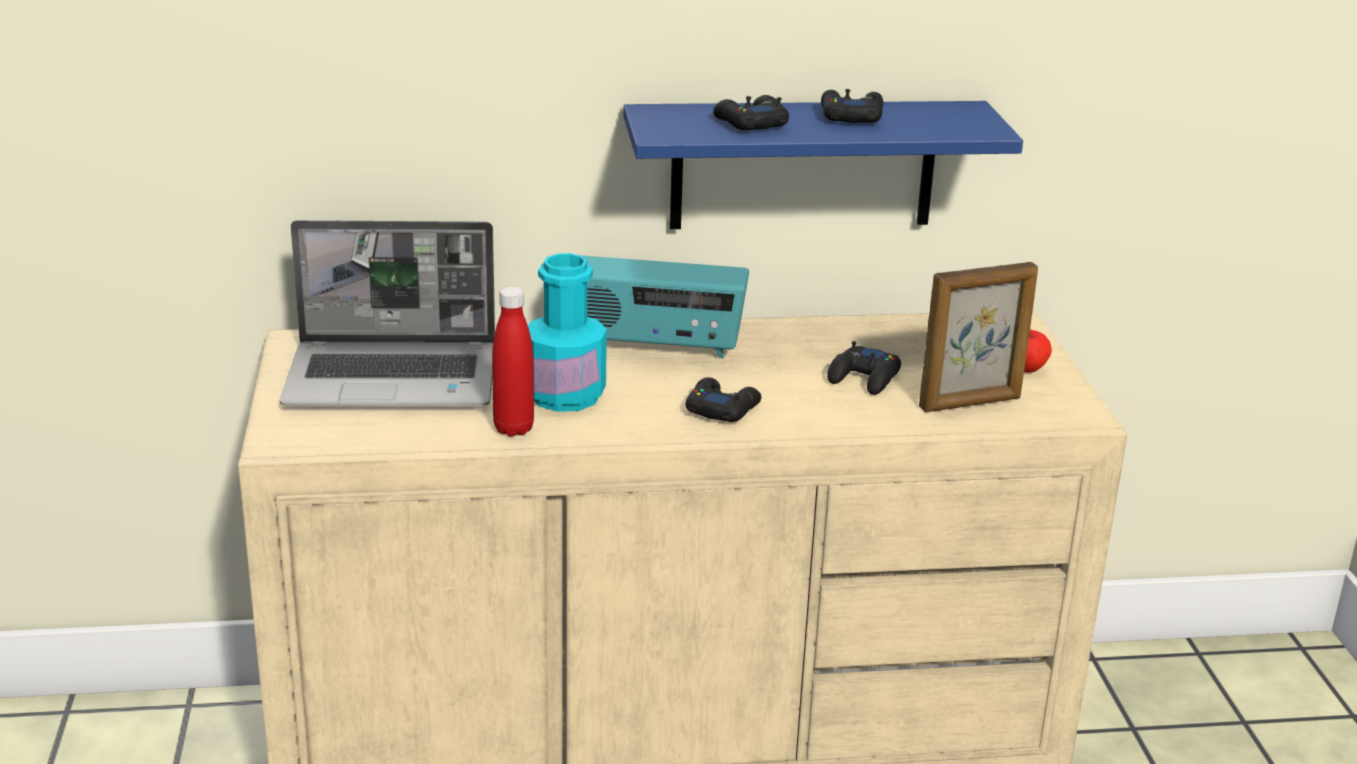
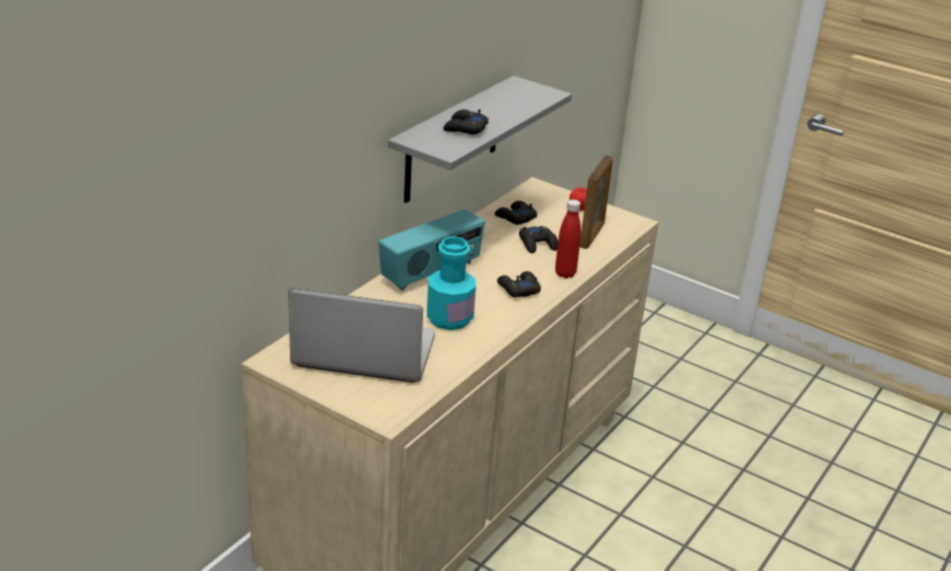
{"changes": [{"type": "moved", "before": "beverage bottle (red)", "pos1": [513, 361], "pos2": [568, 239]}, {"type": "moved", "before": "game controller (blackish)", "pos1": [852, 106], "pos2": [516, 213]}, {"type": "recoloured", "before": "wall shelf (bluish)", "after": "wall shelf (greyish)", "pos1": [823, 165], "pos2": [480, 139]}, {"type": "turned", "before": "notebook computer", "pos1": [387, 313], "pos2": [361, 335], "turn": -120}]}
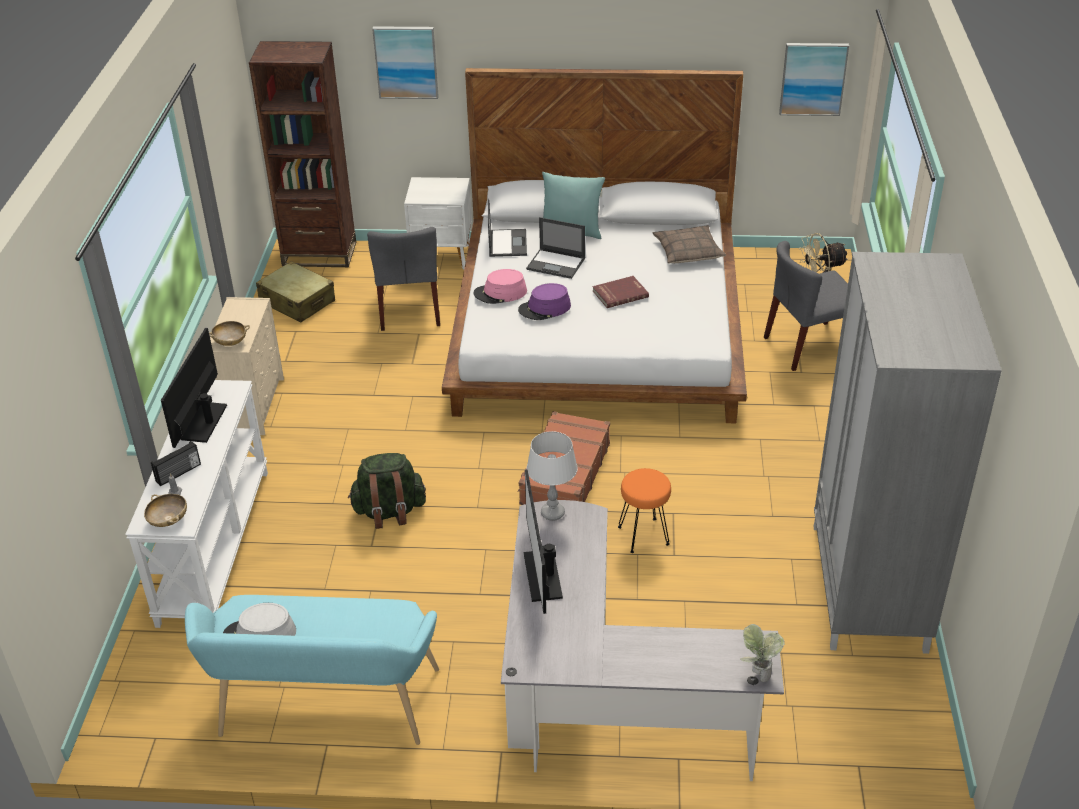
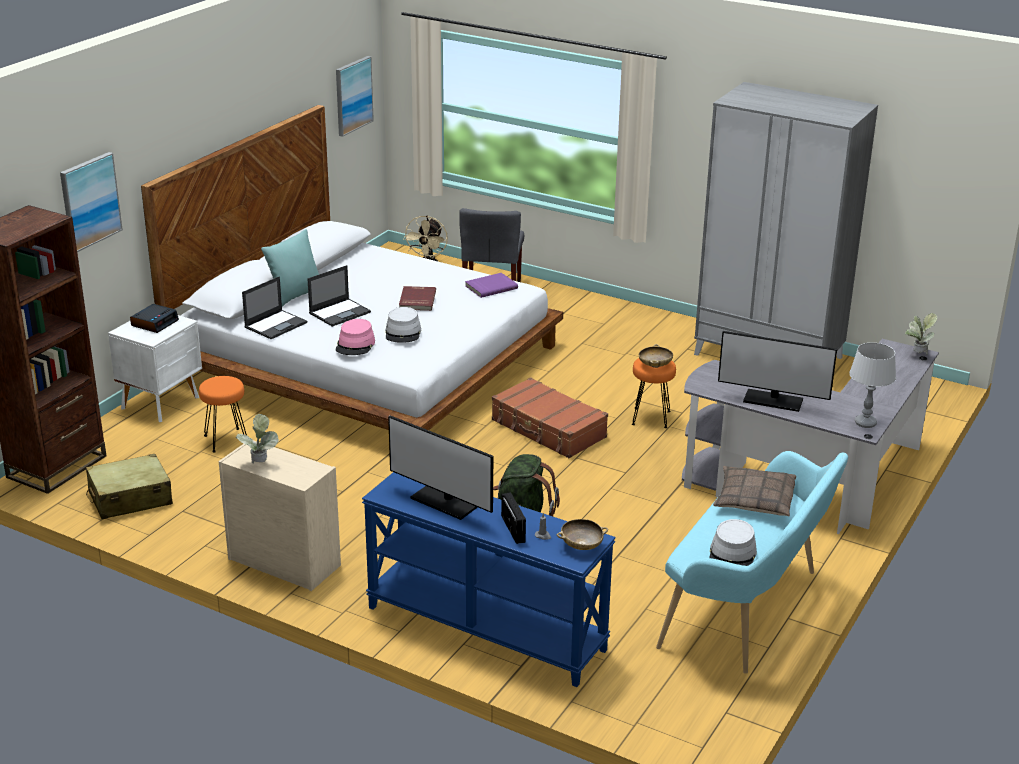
{"changes": [{"type": "added", "after": "bedside clock", "pos2": [154, 318]}, {"type": "added", "after": "potted plant", "pos2": [257, 439]}, {"type": "added", "after": "volume (purple)", "pos2": [491, 285]}, {"type": "moved", "before": "deep dish (sand-coloured)", "pos1": [229, 333], "pos2": [656, 356]}, {"type": "moved", "before": "lamp for a table (greyish)", "pos1": [552, 476], "pos2": [872, 385]}, {"type": "moved", "before": "cushion", "pos1": [689, 244], "pos2": [754, 491]}, {"type": "replaced", "before": "upright chair (greyish)", "after": "stool (orangey)", "pos1": [403, 279], "pos2": [223, 414]}, {"type": "recoloured", "before": "console table (white-coloured)", "after": "console table (bluish)", "pos1": [196, 504], "pos2": [489, 579]}, {"type": "recoloured", "before": "wearable hat (purple)", "after": "wearable hat (greyish)", "pos1": [544, 301], "pos2": [403, 325]}, {"type": "turned", "before": "notebook computer", "pos1": [507, 228], "pos2": [274, 307], "turn": 105}]}
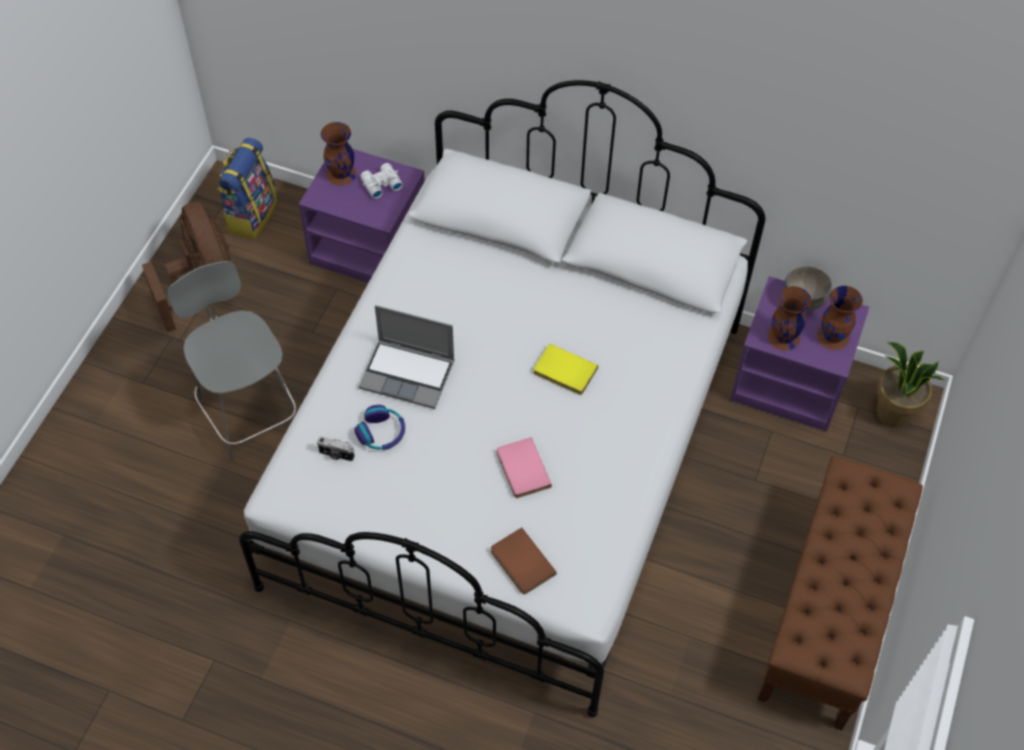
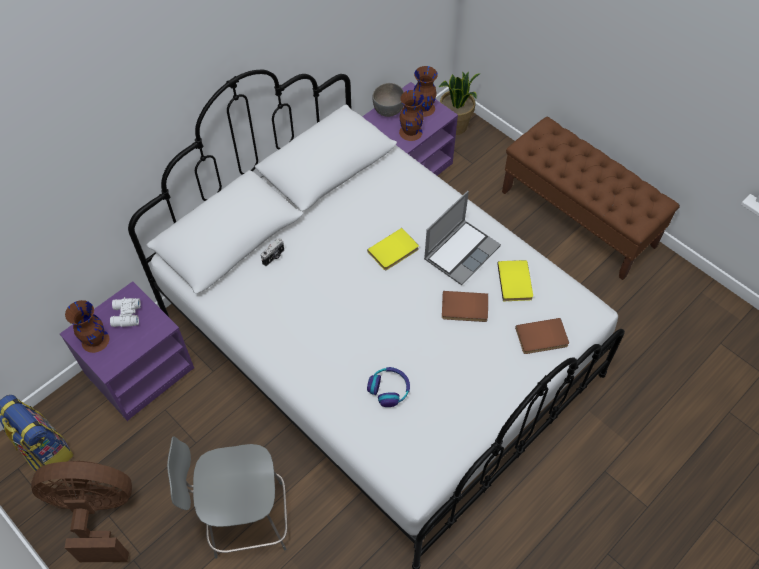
{"changes": [{"type": "added", "after": "volume (yellow)", "pos2": [515, 280]}, {"type": "moved", "before": "photo camera", "pos1": [336, 449], "pos2": [272, 252]}, {"type": "moved", "before": "notebook computer", "pos1": [407, 357], "pos2": [462, 238]}, {"type": "recoloured", "before": "volume (pinkish)", "after": "volume (brownish)", "pos1": [524, 467], "pos2": [465, 306]}]}
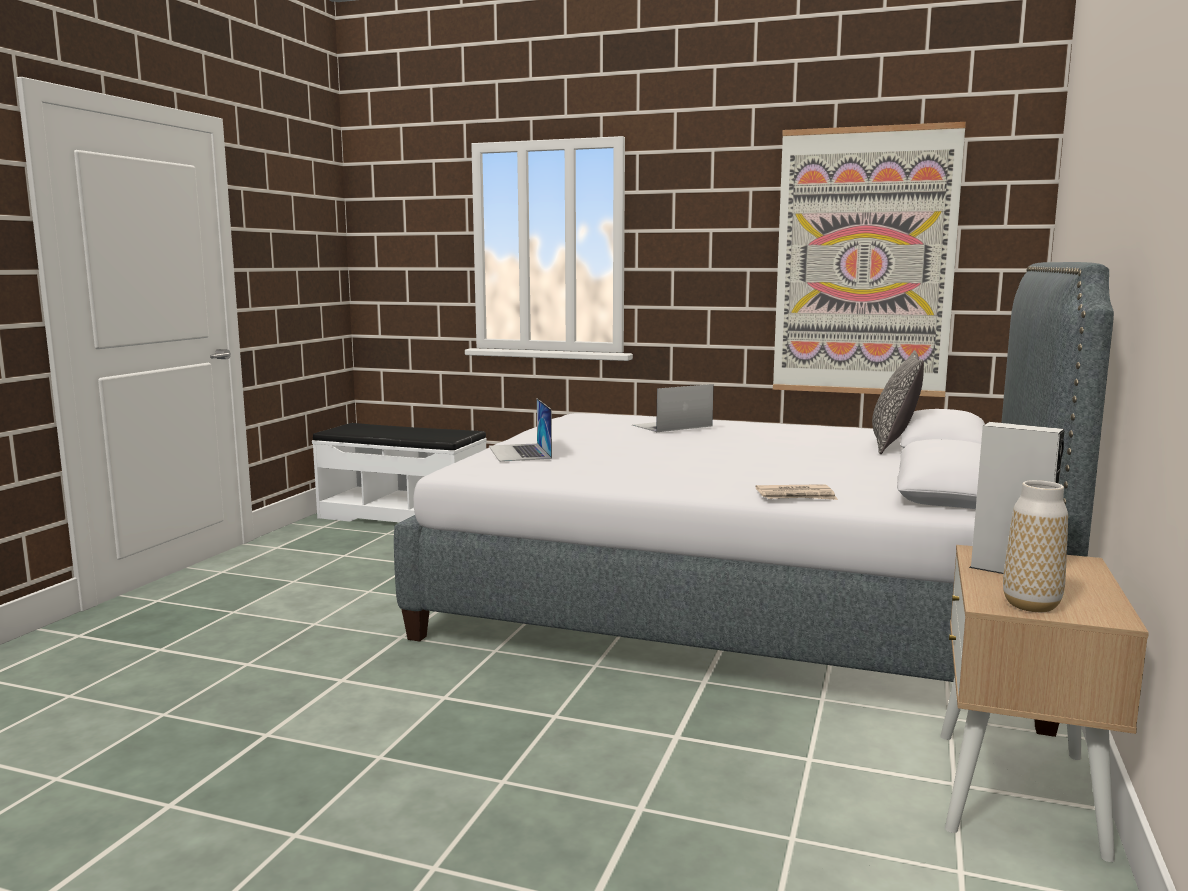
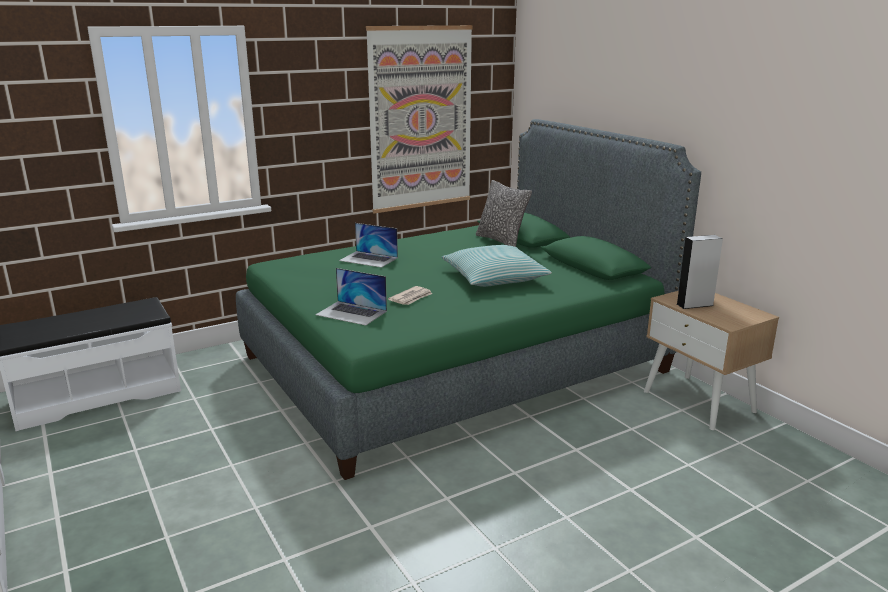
{"changes": [{"type": "removed", "before": "flower vase", "pos1": [1035, 546]}, {"type": "added", "after": "cushion", "pos2": [496, 266]}, {"type": "moved", "before": "newspaper", "pos1": [797, 492], "pos2": [410, 295]}, {"type": "recoloured", "before": "bedroom bed (greyish)", "after": "bedroom bed (greenish)", "pos1": [754, 499], "pos2": [468, 299]}, {"type": "turned", "before": "notebook computer", "pos1": [673, 408], "pos2": [368, 245], "turn": -75}]}
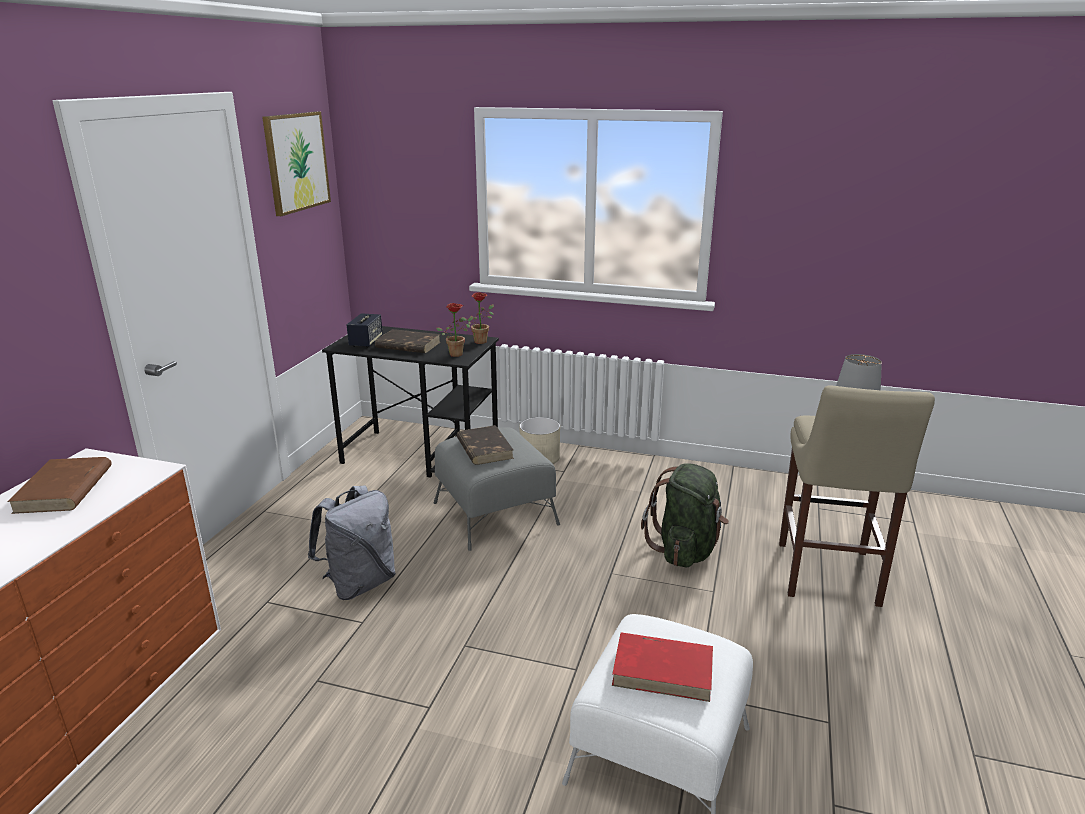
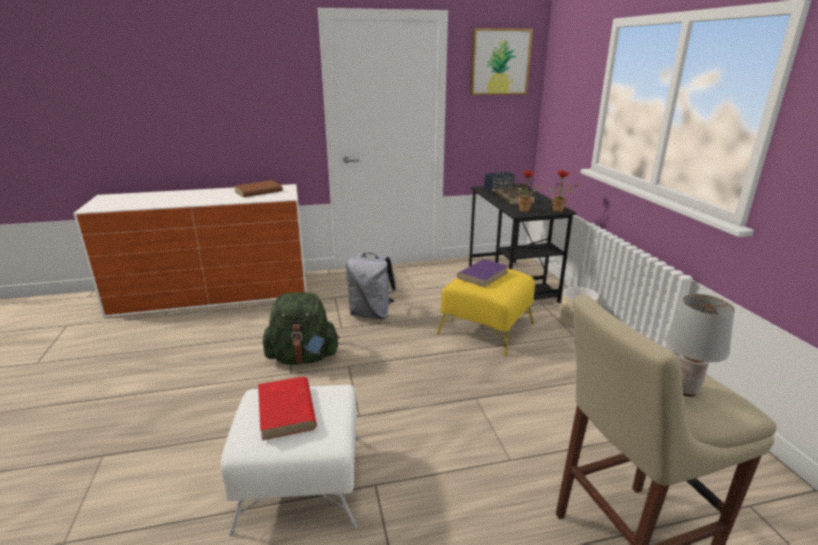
{"changes": [{"type": "moved", "before": "backpack (greenish)", "pos1": [685, 515], "pos2": [301, 328]}, {"type": "recoloured", "before": "pouffe (greyish)", "after": "pouffe (yellow)", "pos1": [497, 489], "pos2": [486, 313]}, {"type": "recoloured", "before": "volume (brownish)", "after": "volume (purple)", "pos1": [485, 445], "pos2": [482, 273]}]}
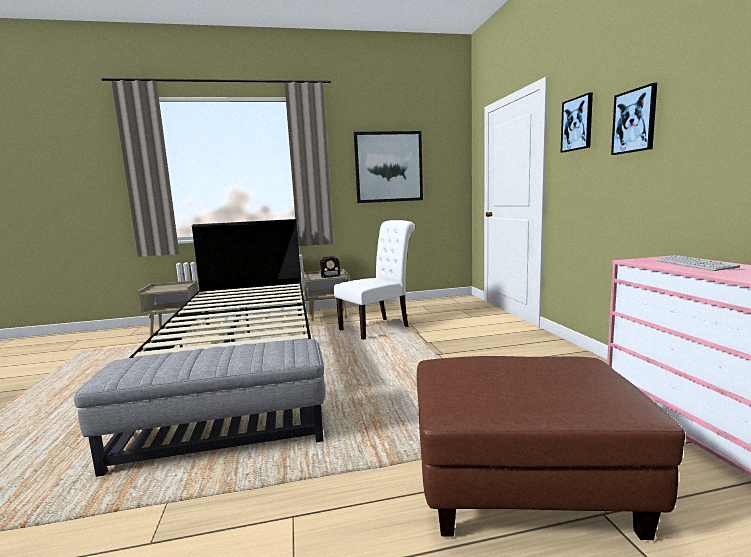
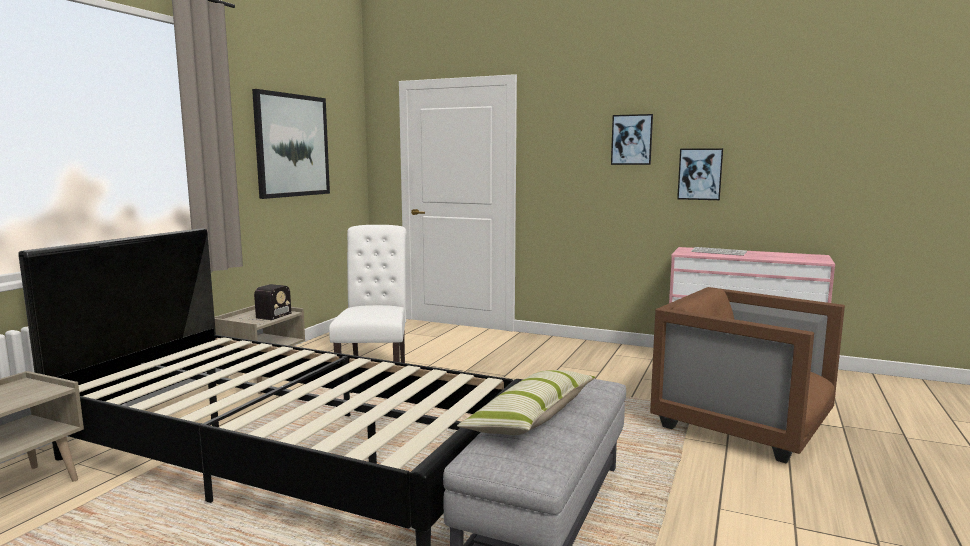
{"changes": [{"type": "added", "after": "cushion", "pos2": [526, 402]}, {"type": "moved", "before": "picture", "pos1": [577, 122], "pos2": [700, 174]}, {"type": "replaced", "before": "pouffe (brownish)", "after": "lounge chair (brownish)", "pos1": [551, 448], "pos2": [747, 375]}]}
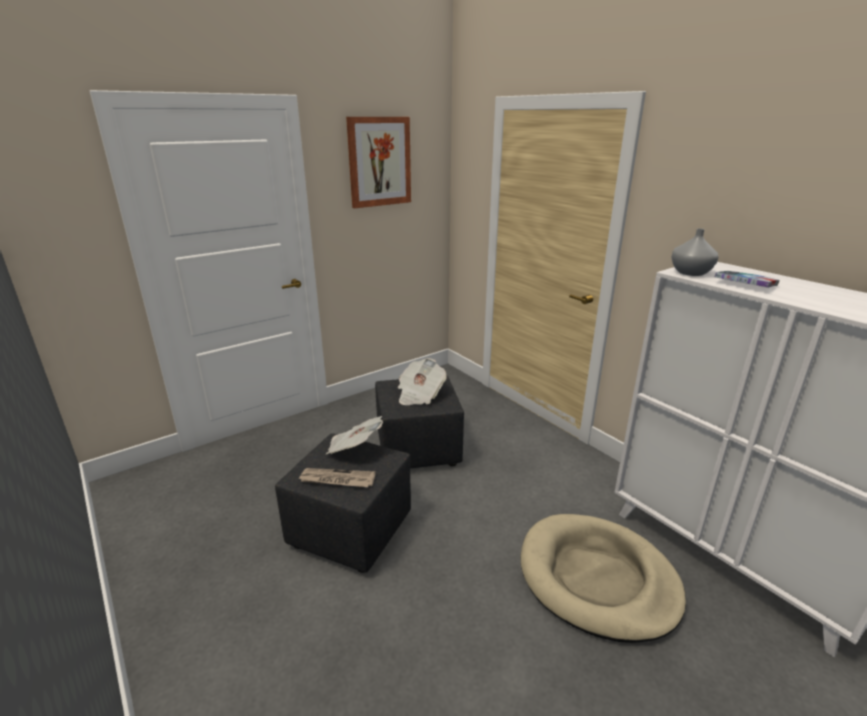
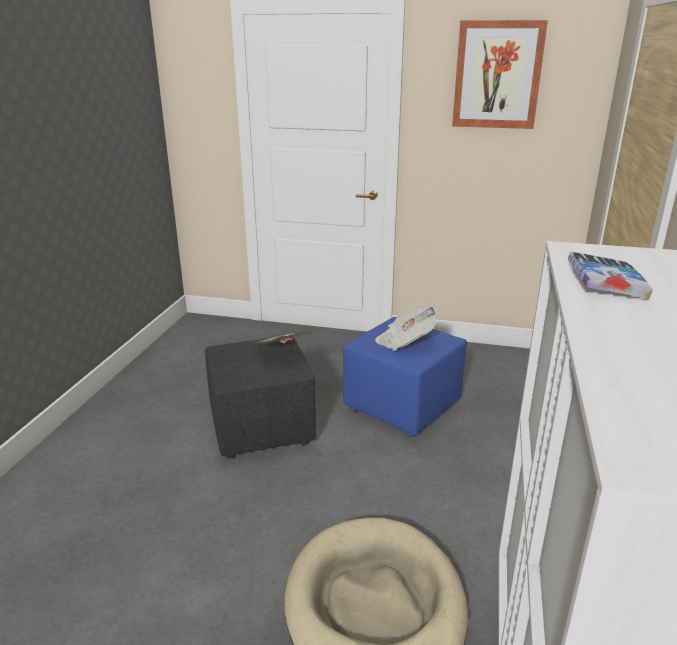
{"changes": [{"type": "removed", "before": "newspaper", "pos1": [337, 477]}, {"type": "removed", "before": "flower vase (greyish)", "pos1": [695, 252]}, {"type": "recoloured", "before": "pouffe (blackish)", "after": "pouffe (bluish)", "pos1": [419, 421], "pos2": [405, 377]}]}
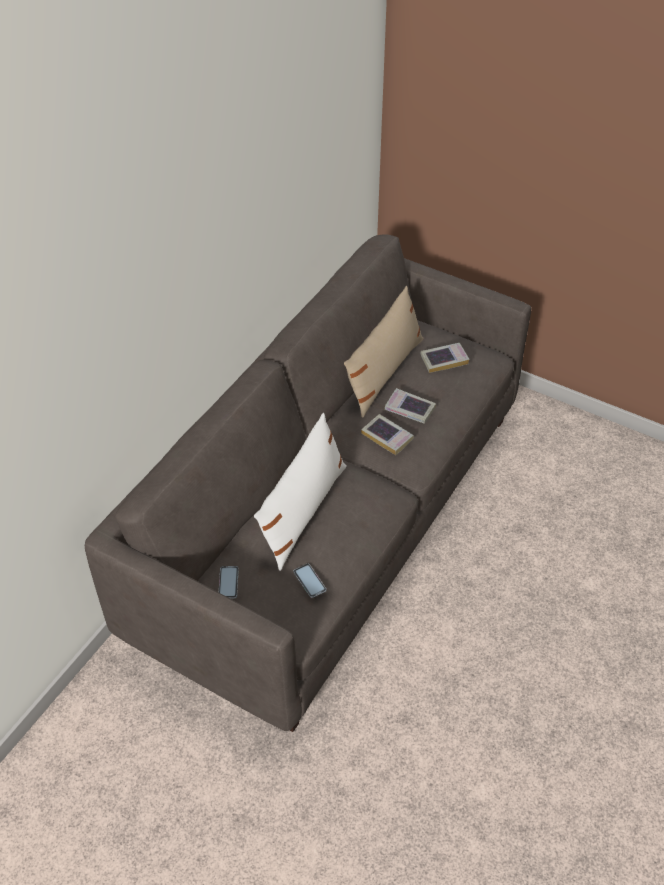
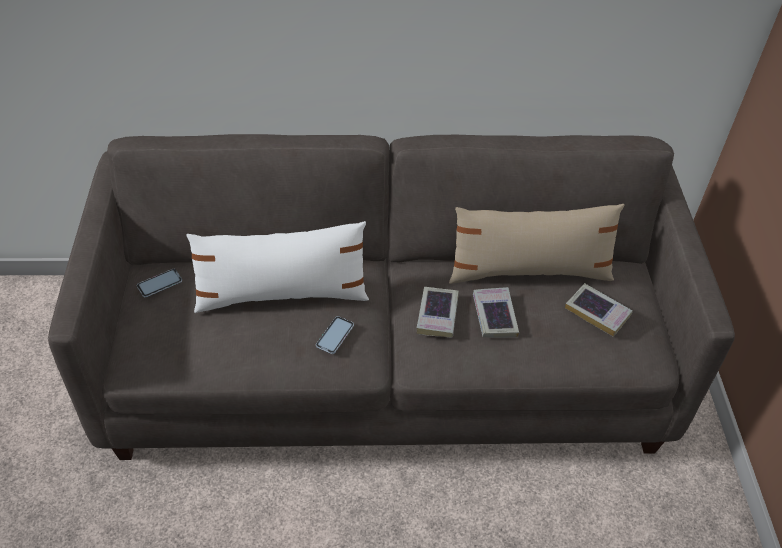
{"changes": [{"type": "moved", "before": "phone", "pos1": [310, 581], "pos2": [335, 335]}]}
